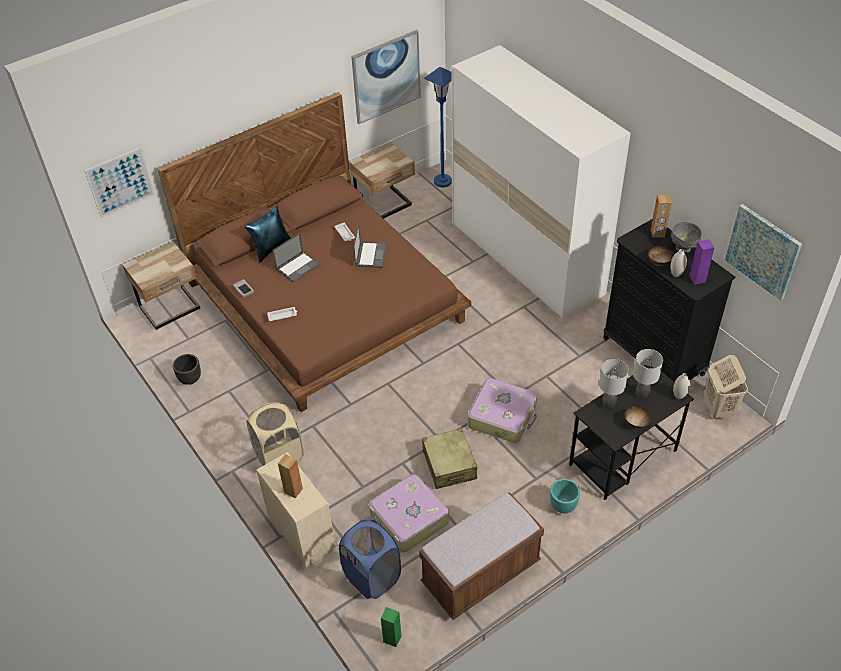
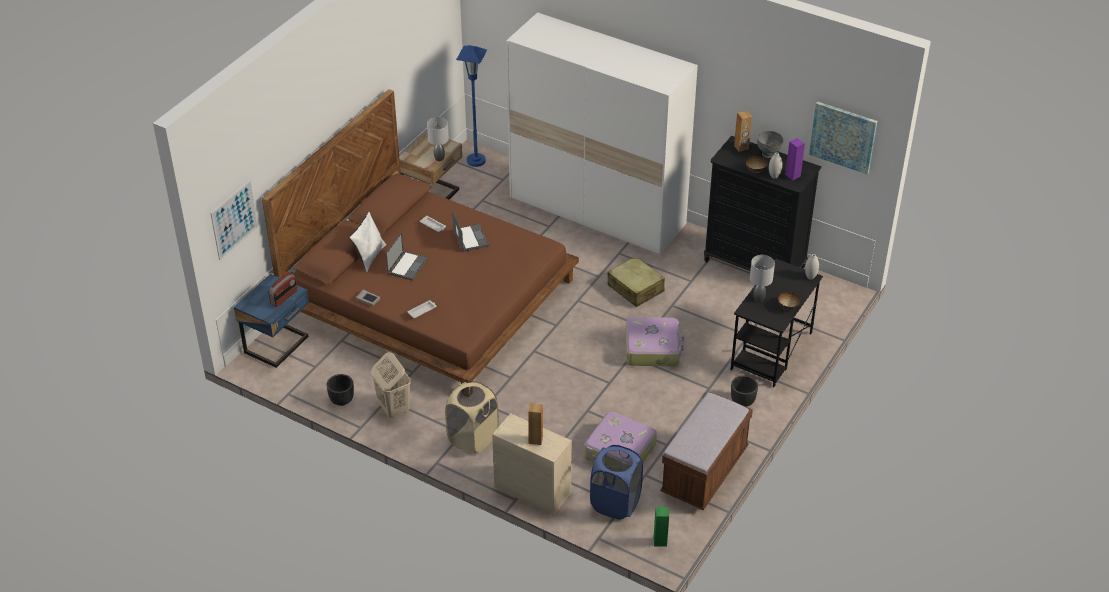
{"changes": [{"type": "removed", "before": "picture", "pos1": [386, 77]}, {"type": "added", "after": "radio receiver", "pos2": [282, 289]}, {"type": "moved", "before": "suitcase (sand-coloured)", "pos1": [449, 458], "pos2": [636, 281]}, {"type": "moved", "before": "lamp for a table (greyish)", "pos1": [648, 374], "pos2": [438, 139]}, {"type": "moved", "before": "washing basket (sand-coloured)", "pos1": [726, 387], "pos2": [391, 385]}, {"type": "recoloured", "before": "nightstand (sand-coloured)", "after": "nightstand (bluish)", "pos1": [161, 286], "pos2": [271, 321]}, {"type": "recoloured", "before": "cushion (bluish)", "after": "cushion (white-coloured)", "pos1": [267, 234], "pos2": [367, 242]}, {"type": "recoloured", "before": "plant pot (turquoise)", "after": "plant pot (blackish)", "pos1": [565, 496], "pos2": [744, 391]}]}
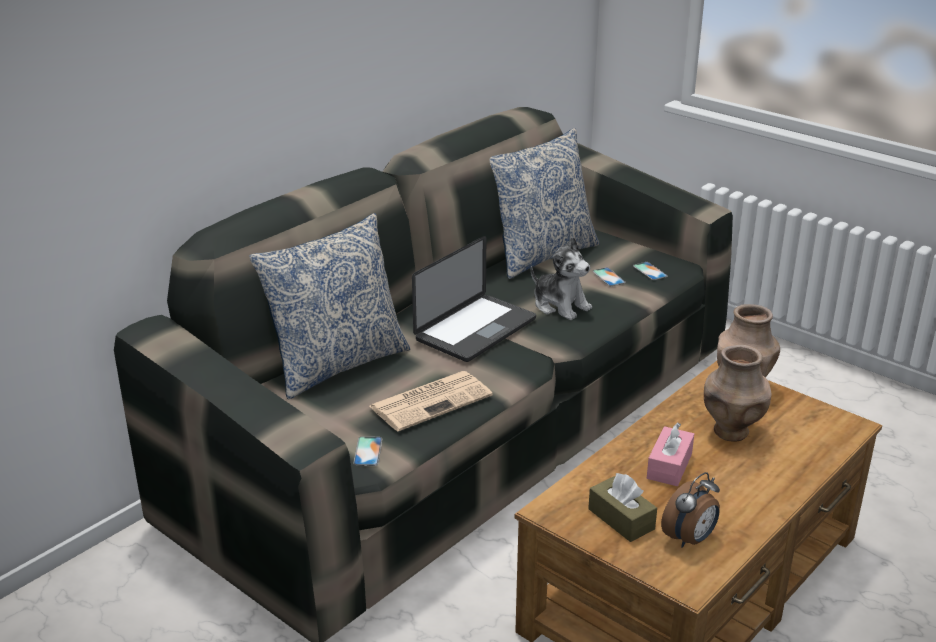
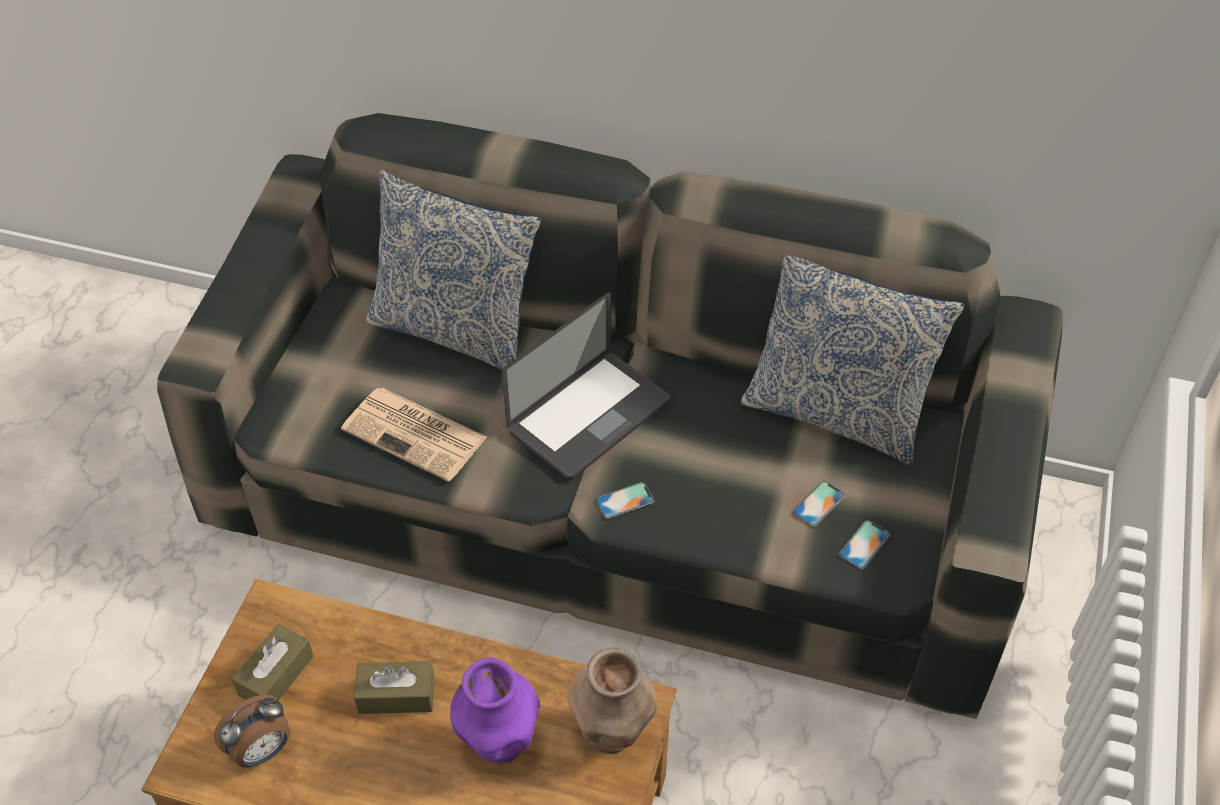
{"changes": [{"type": "removed", "before": "soft toy", "pos1": [561, 278]}, {"type": "moved", "before": "phone", "pos1": [367, 451], "pos2": [625, 500]}, {"type": "recoloured", "before": "box of tissues (pinkish)", "after": "box of tissues (brownish)", "pos1": [670, 454], "pos2": [394, 687]}, {"type": "recoloured", "before": "flower vase (brownish)", "after": "flower vase (purple)", "pos1": [737, 393], "pos2": [495, 711]}, {"type": "turned", "before": "notebook computer", "pos1": [474, 299], "pos2": [586, 386], "turn": -60}, {"type": "turned", "before": "bedside clock", "pos1": [690, 510], "pos2": [252, 731], "turn": -60}]}
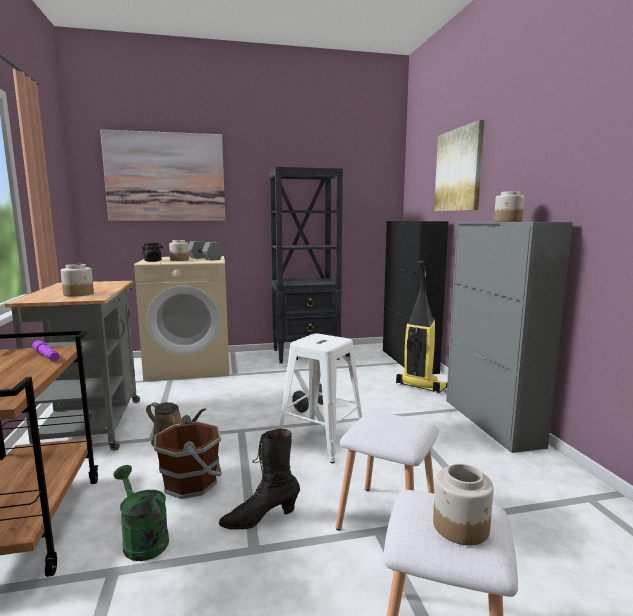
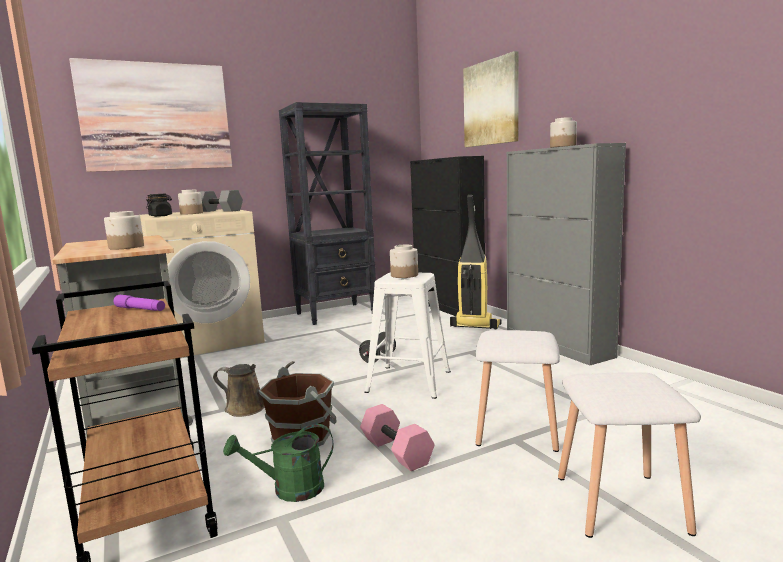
{"changes": [{"type": "moved", "before": "preserve jar", "pos1": [463, 504], "pos2": [404, 261]}, {"type": "replaced", "before": "boot (blackish)", "after": "dumbbell (pinkish)", "pos1": [259, 479], "pos2": [397, 437]}, {"type": "turned", "before": "sprinkling can (greenish)", "pos1": [141, 513], "pos2": [278, 463], "turn": -45}]}
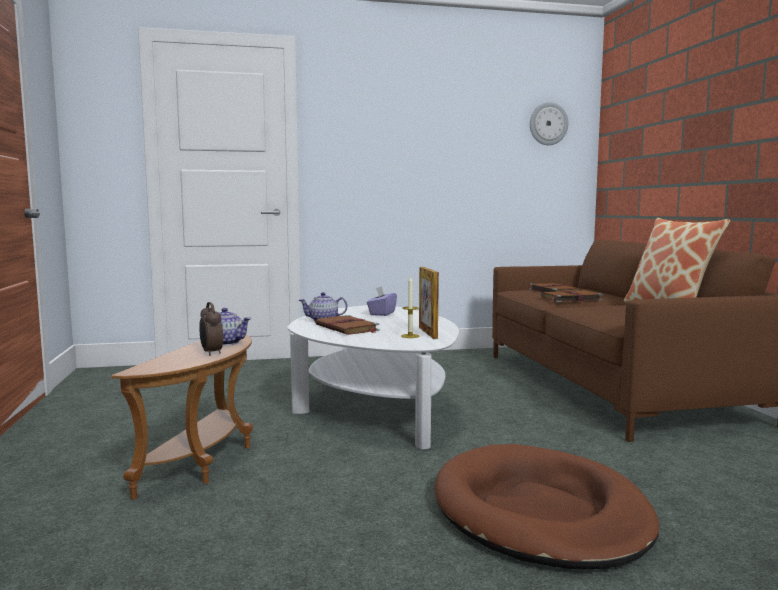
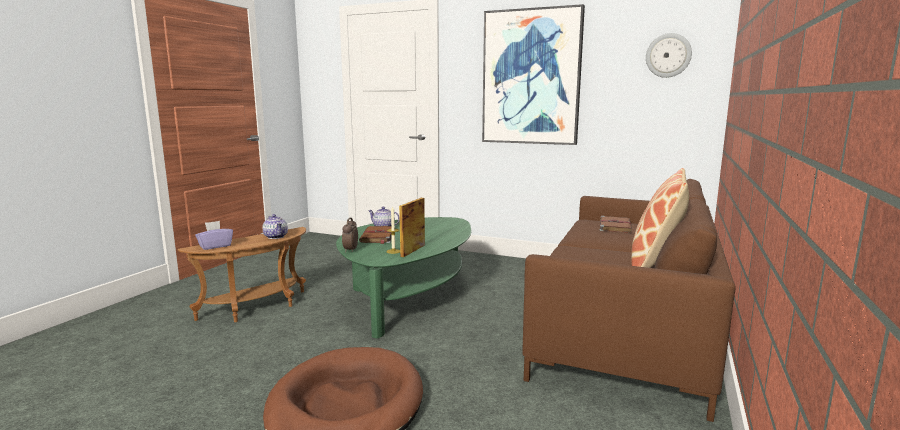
{"changes": [{"type": "removed", "before": "volume (brownish)", "pos1": [572, 296]}, {"type": "added", "after": "picture", "pos2": [533, 74]}, {"type": "moved", "before": "bedside clock", "pos1": [211, 329], "pos2": [350, 235]}, {"type": "moved", "before": "box of tissues (purple)", "pos1": [382, 301], "pos2": [214, 235]}, {"type": "recoloured", "before": "low table (white-coloured)", "after": "low table (greenish)", "pos1": [373, 377], "pos2": [403, 277]}]}
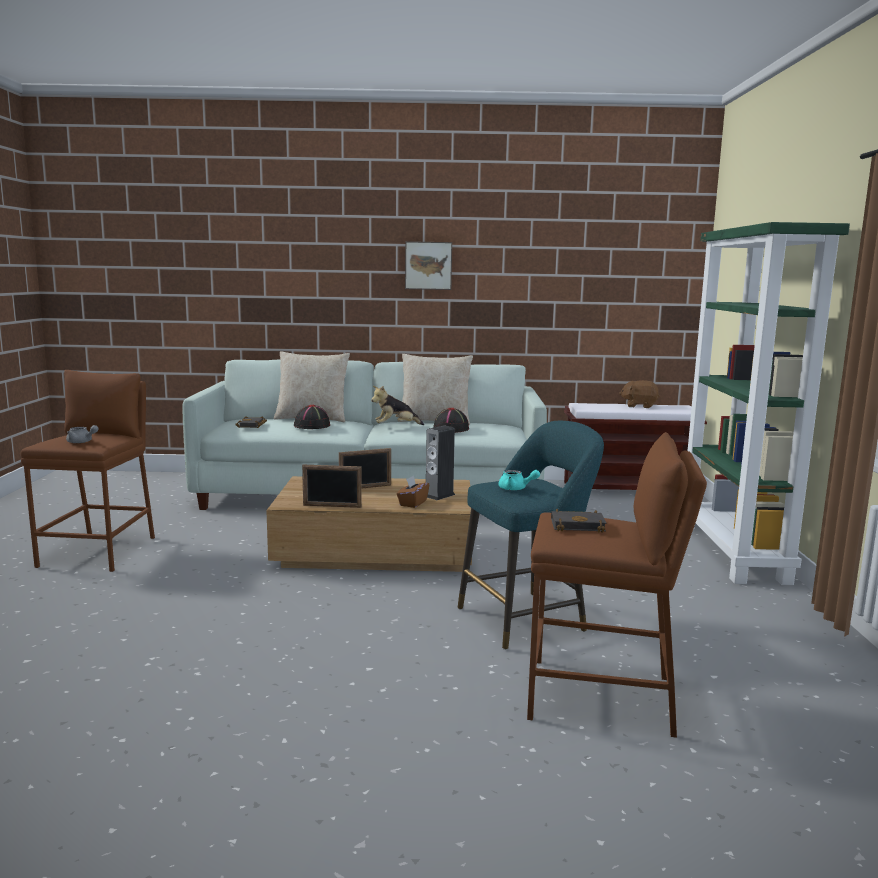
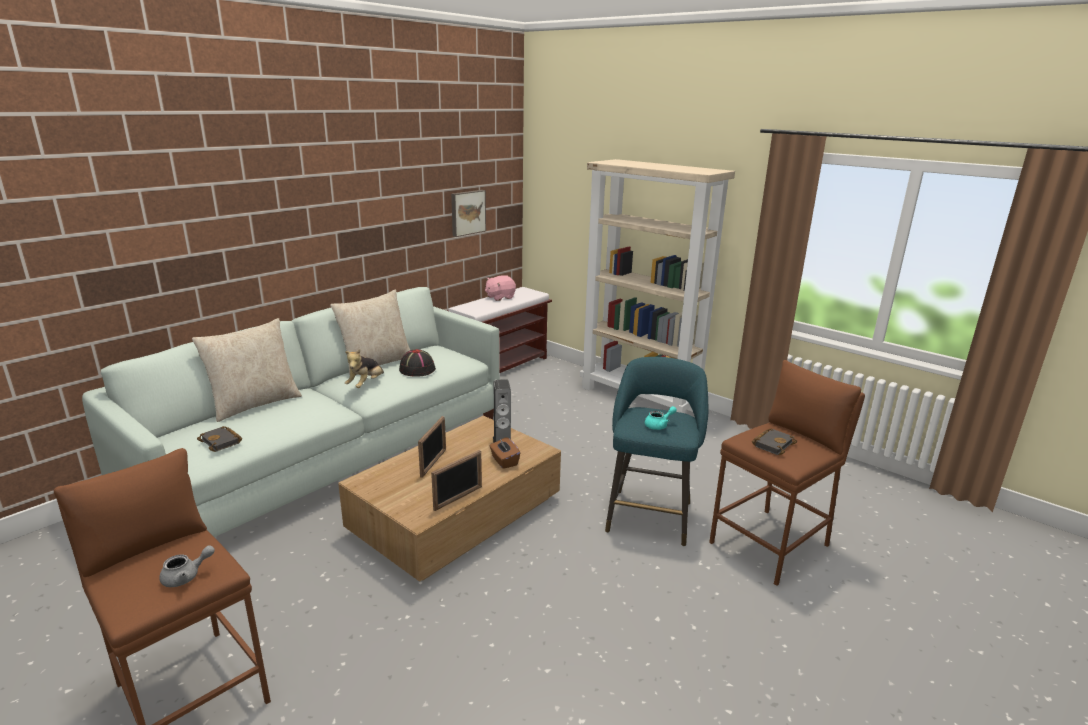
{"changes": [{"type": "removed", "before": "wearable hat (blackish)", "pos1": [312, 416]}, {"type": "moved", "before": "picture", "pos1": [428, 265], "pos2": [468, 213]}, {"type": "recoloured", "before": "soft toy (brownish)", "after": "soft toy (pinkish)", "pos1": [639, 394], "pos2": [500, 288]}, {"type": "recoloured", "before": "bookshelf (greenish)", "after": "bookshelf (sand-coloured)", "pos1": [769, 403], "pos2": [657, 286]}]}
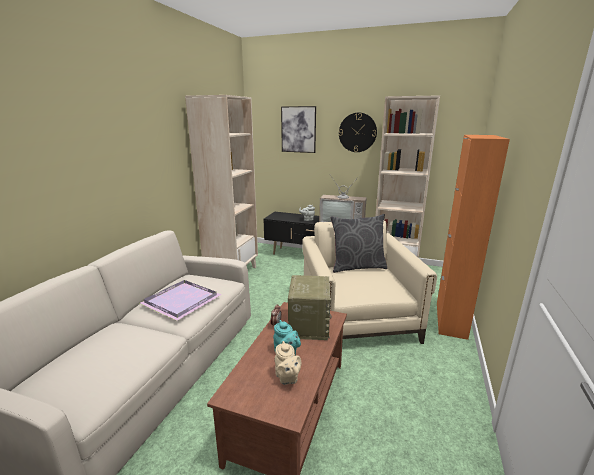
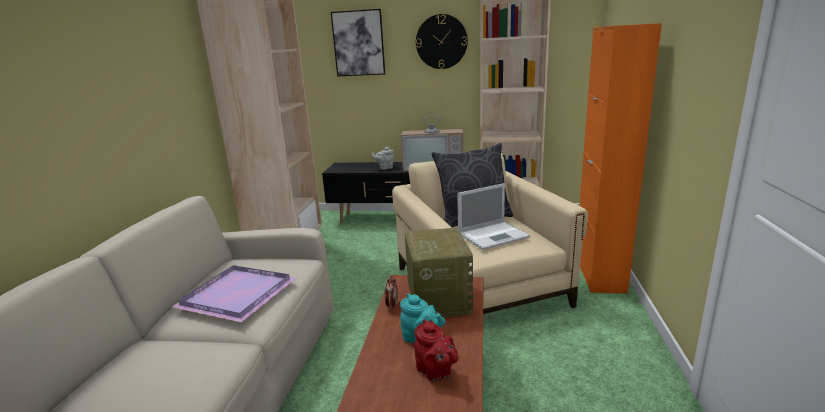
{"changes": [{"type": "added", "after": "notebook computer", "pos2": [493, 216]}, {"type": "recoloured", "before": "pot for tea (sand-coloured)", "after": "pot for tea (red)", "pos1": [288, 363], "pos2": [436, 350]}]}
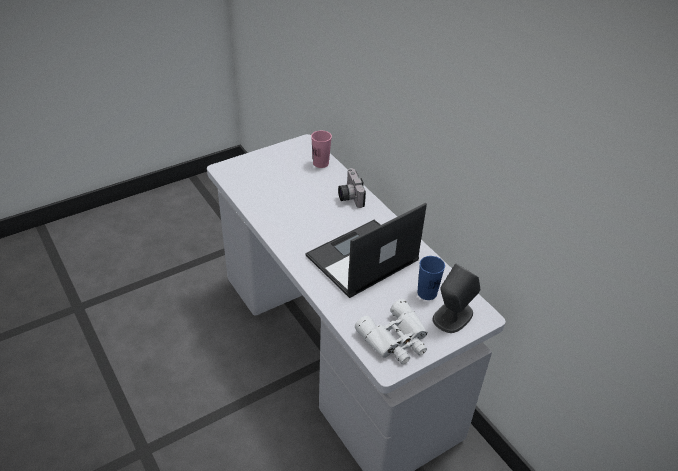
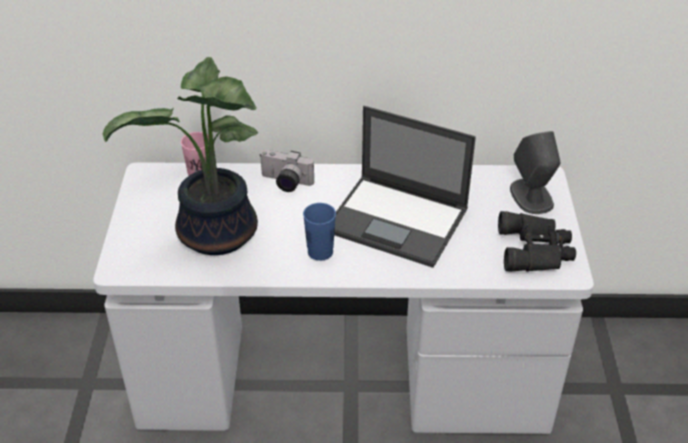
{"changes": [{"type": "added", "after": "potted plant", "pos2": [180, 156]}, {"type": "moved", "before": "small cup (bluish)", "pos1": [431, 278], "pos2": [319, 232]}, {"type": "recoloured", "before": "pair of binoculars (white-coloured)", "after": "pair of binoculars (blackish)", "pos1": [391, 331], "pos2": [537, 241]}, {"type": "turned", "before": "notebook computer", "pos1": [366, 250], "pos2": [405, 187], "turn": -60}]}
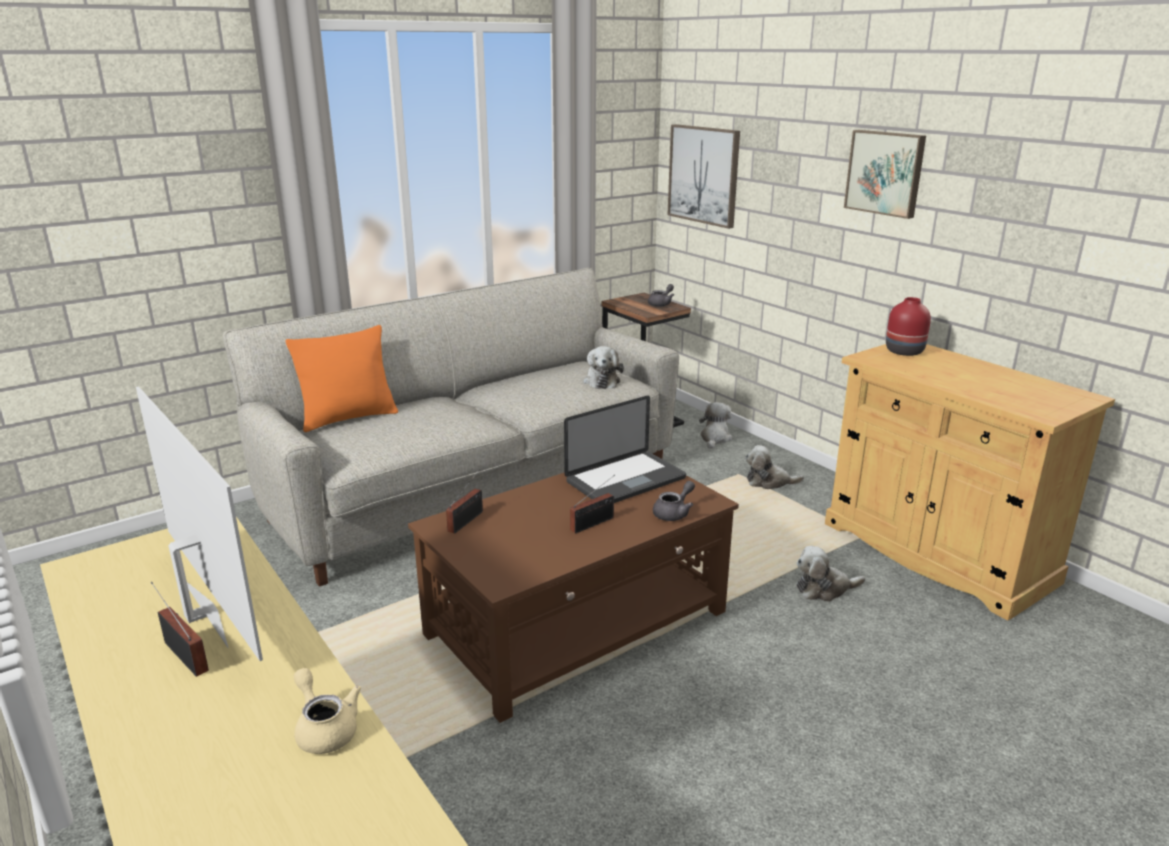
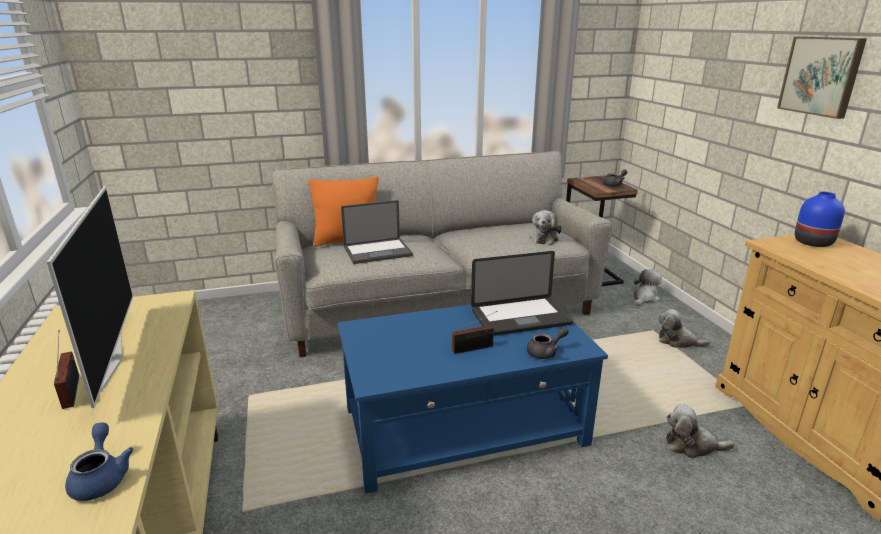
{"changes": [{"type": "removed", "before": "radio receiver", "pos1": [464, 501]}, {"type": "removed", "before": "picture", "pos1": [704, 176]}, {"type": "added", "after": "notebook computer", "pos2": [377, 232]}, {"type": "recoloured", "before": "pot for tea (sand-coloured)", "after": "pot for tea (bluish)", "pos1": [327, 711], "pos2": [99, 461]}, {"type": "recoloured", "before": "low table (brownish)", "after": "low table (bluish)", "pos1": [573, 588], "pos2": [473, 395]}, {"type": "recoloured", "before": "flower vase (red)", "after": "flower vase (bluish)", "pos1": [908, 326], "pos2": [820, 219]}]}
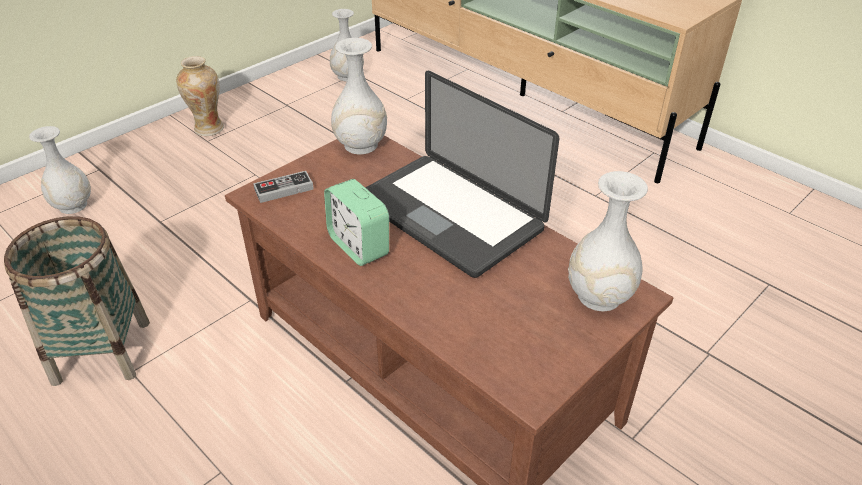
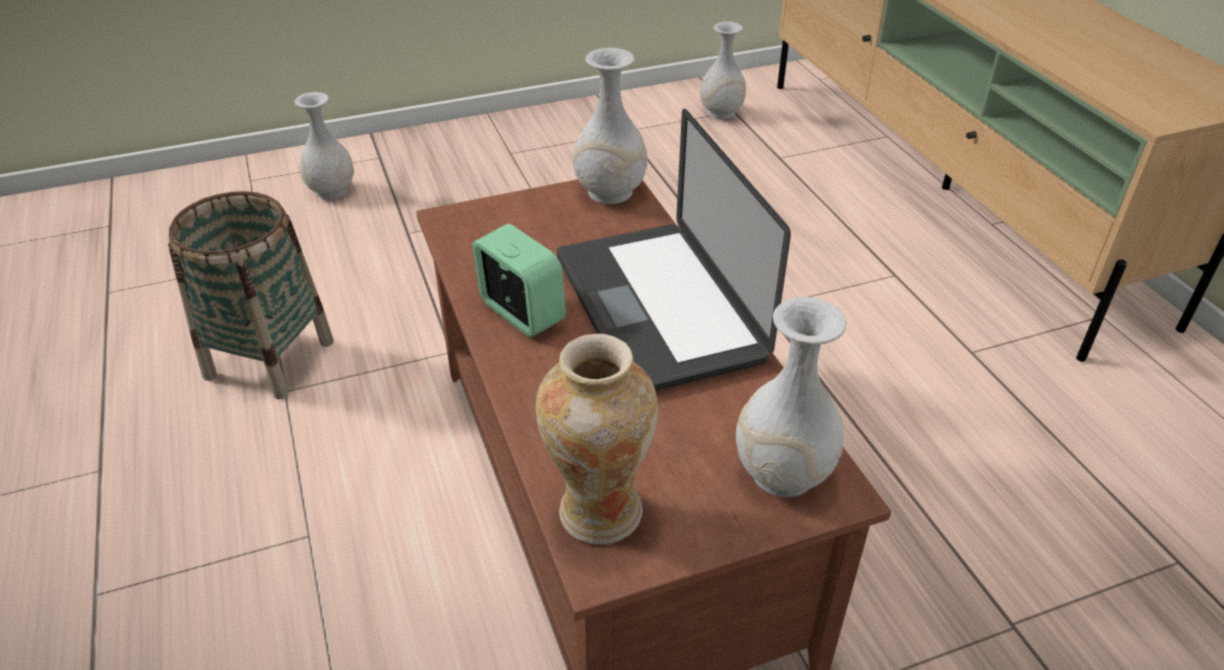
{"changes": [{"type": "removed", "before": "game controller", "pos1": [283, 187]}, {"type": "moved", "before": "flower vase", "pos1": [200, 96], "pos2": [597, 439]}, {"type": "turned", "before": "bedside clock", "pos1": [356, 222], "pos2": [519, 280], "turn": 150}]}
